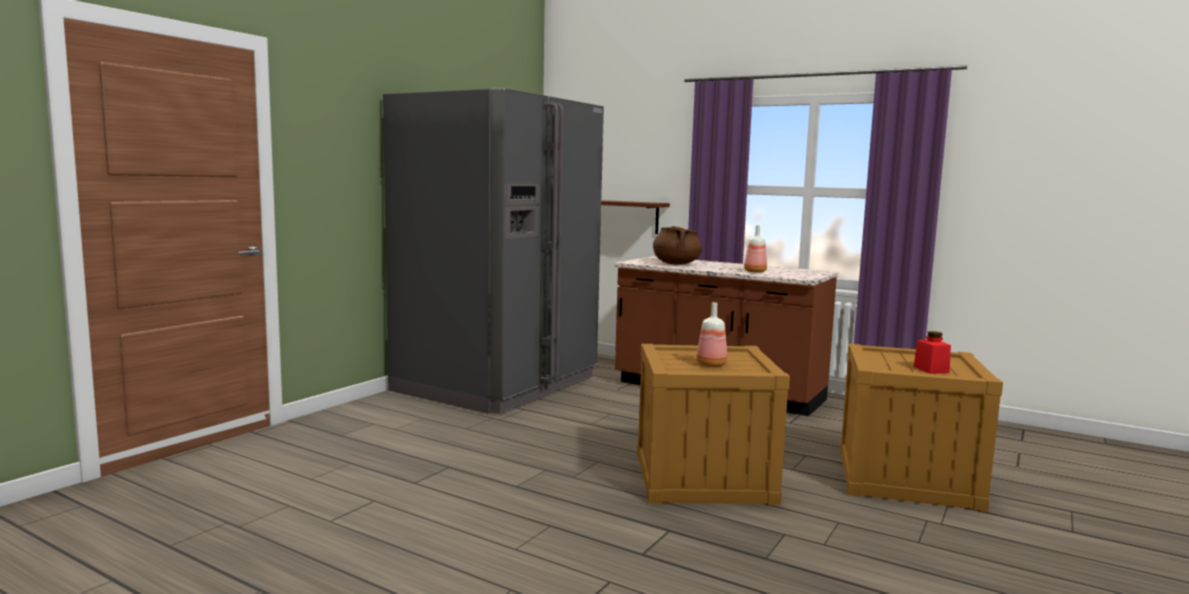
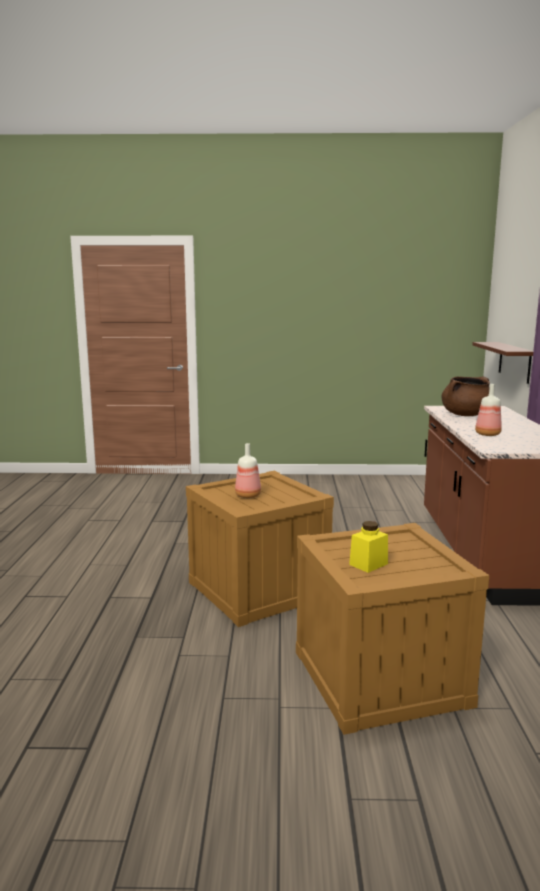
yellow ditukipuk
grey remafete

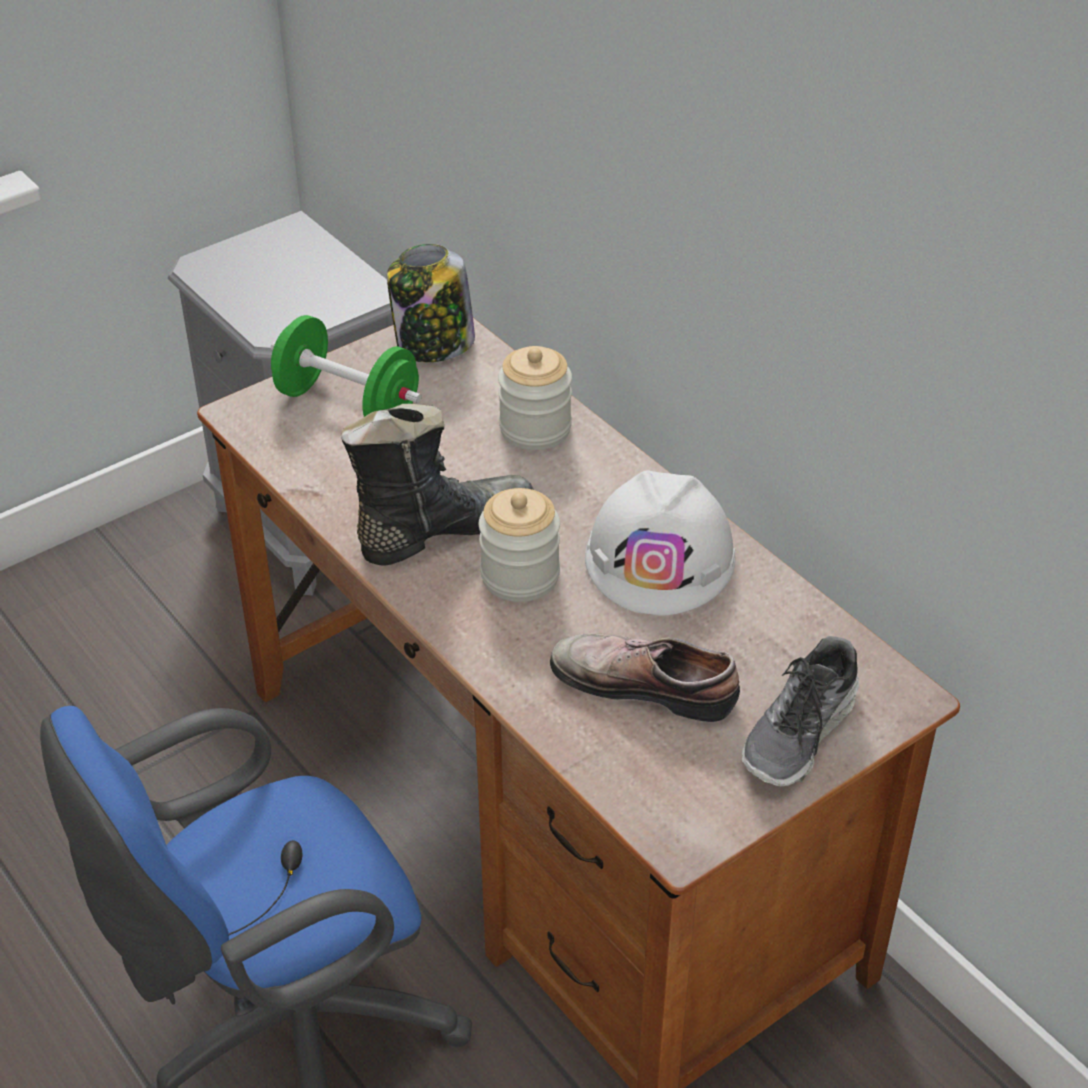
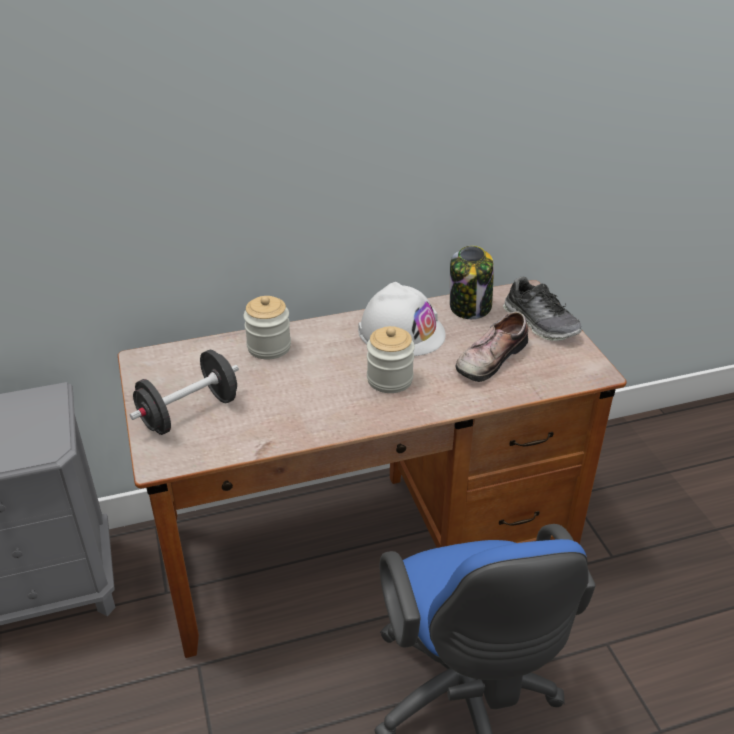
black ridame
ditukipuk (3rd from left)
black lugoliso

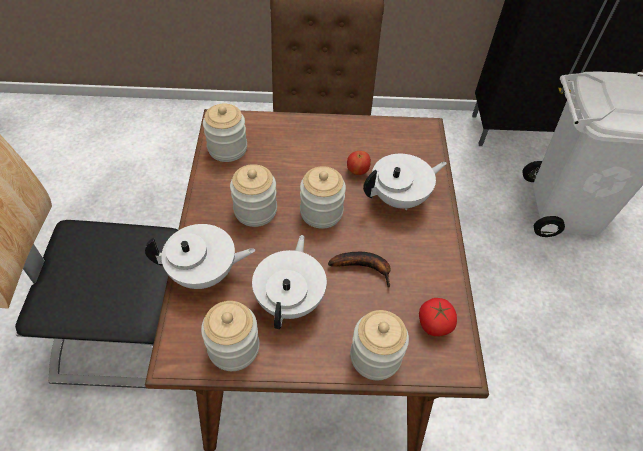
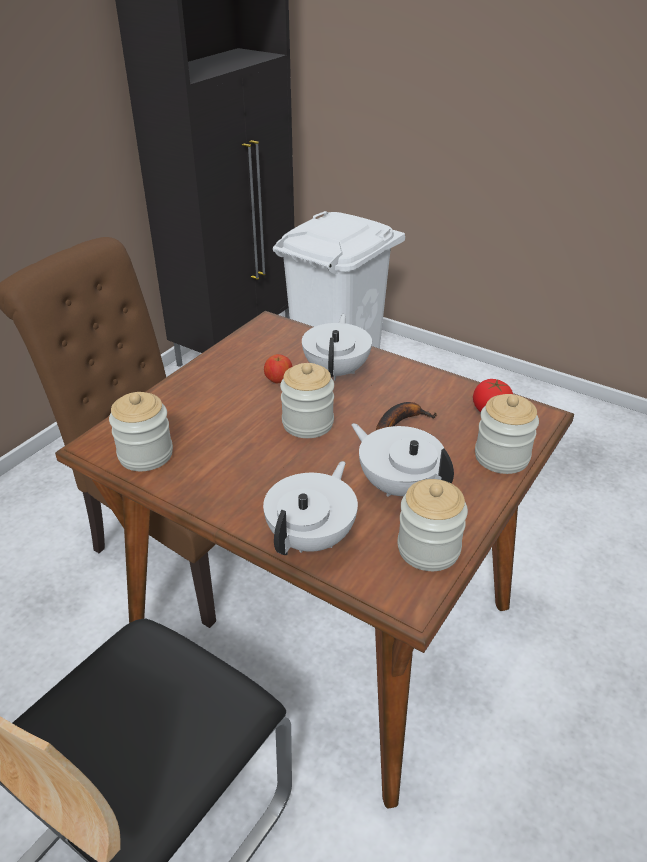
ditukipuk (3rd from left in the first image)

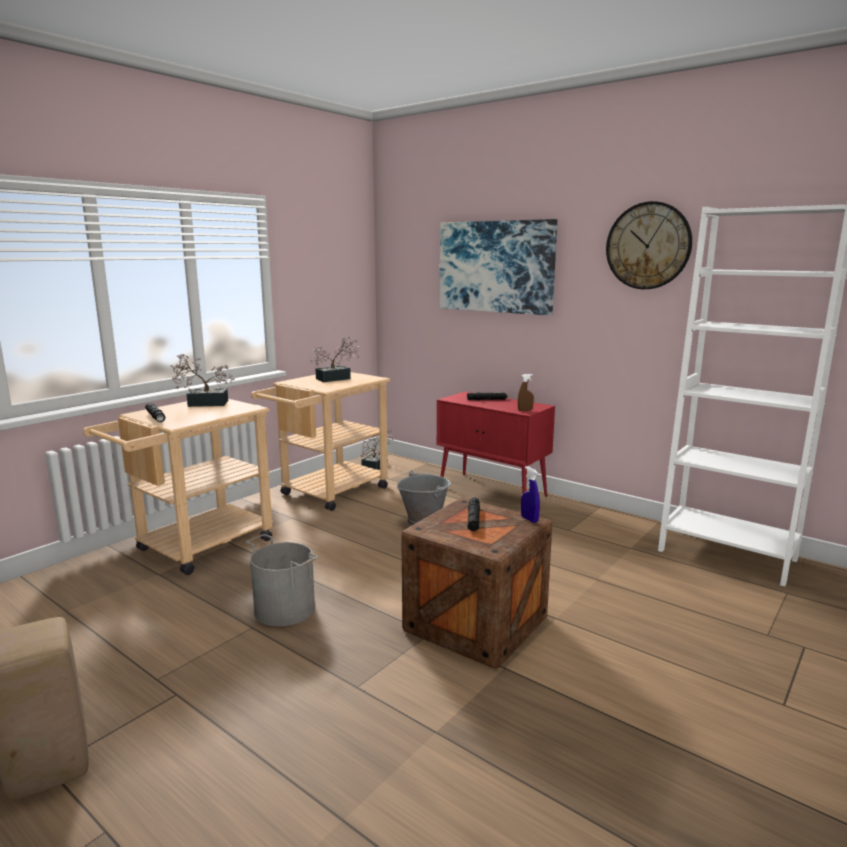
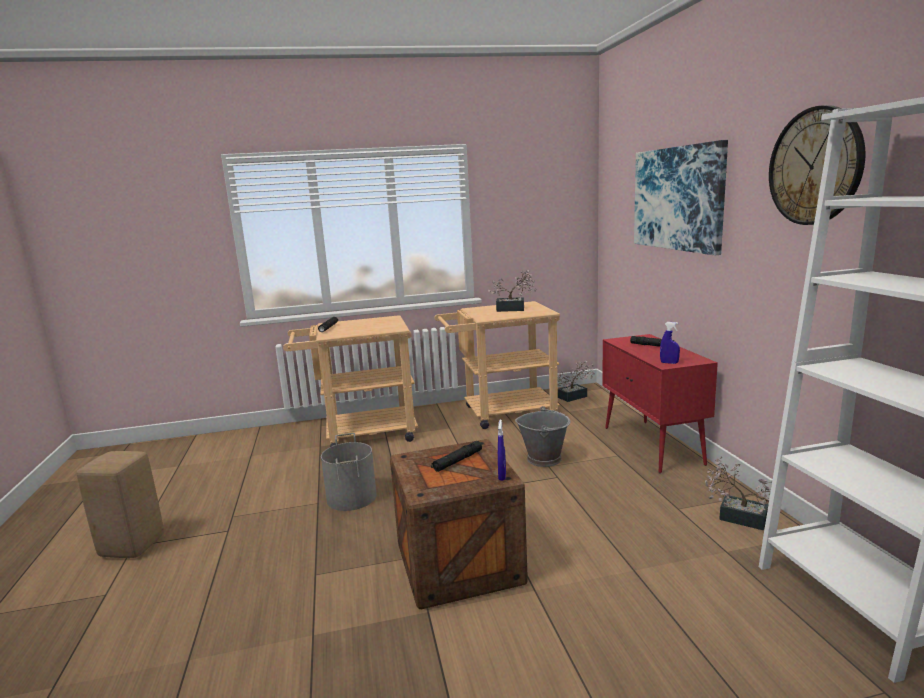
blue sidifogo (2nd from left)
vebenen (3rd from left)

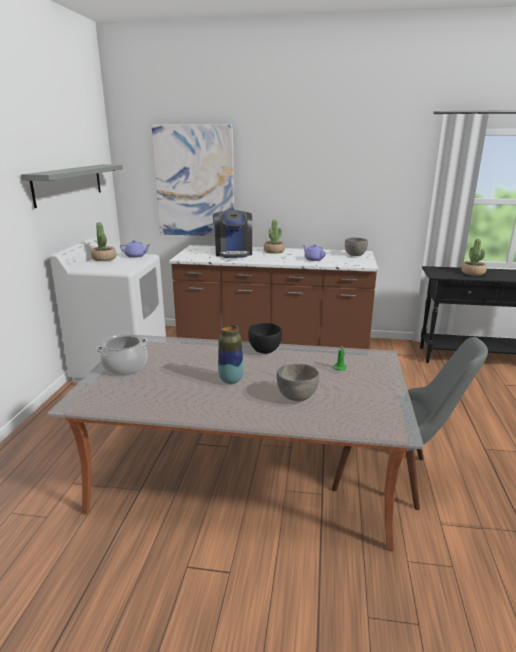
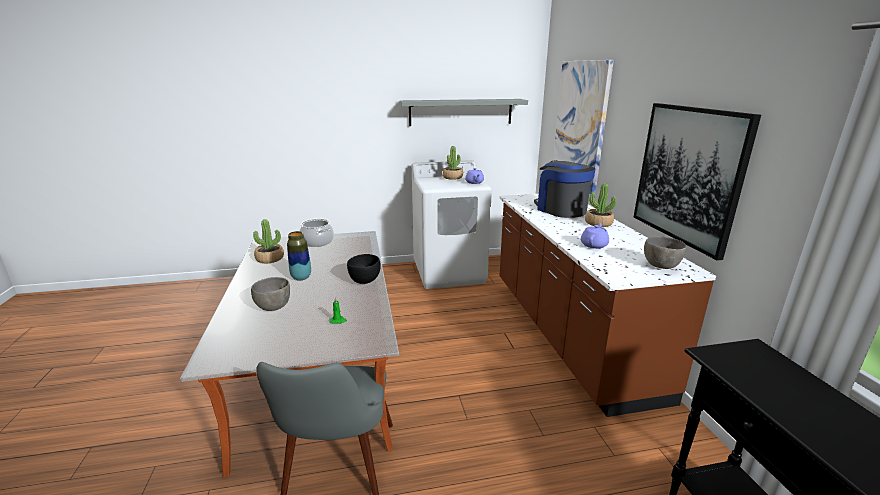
vebenen (1st from left)
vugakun
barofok (2nd from left)

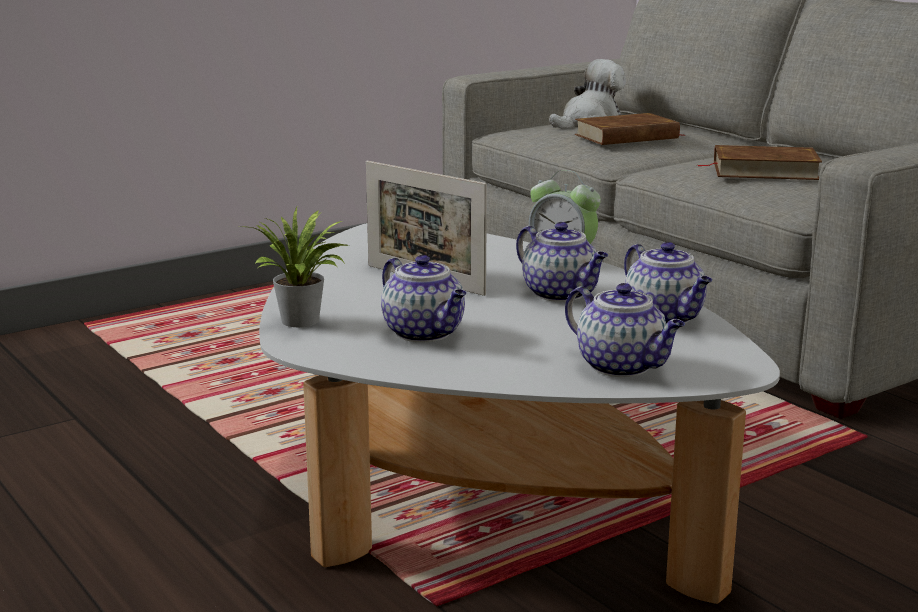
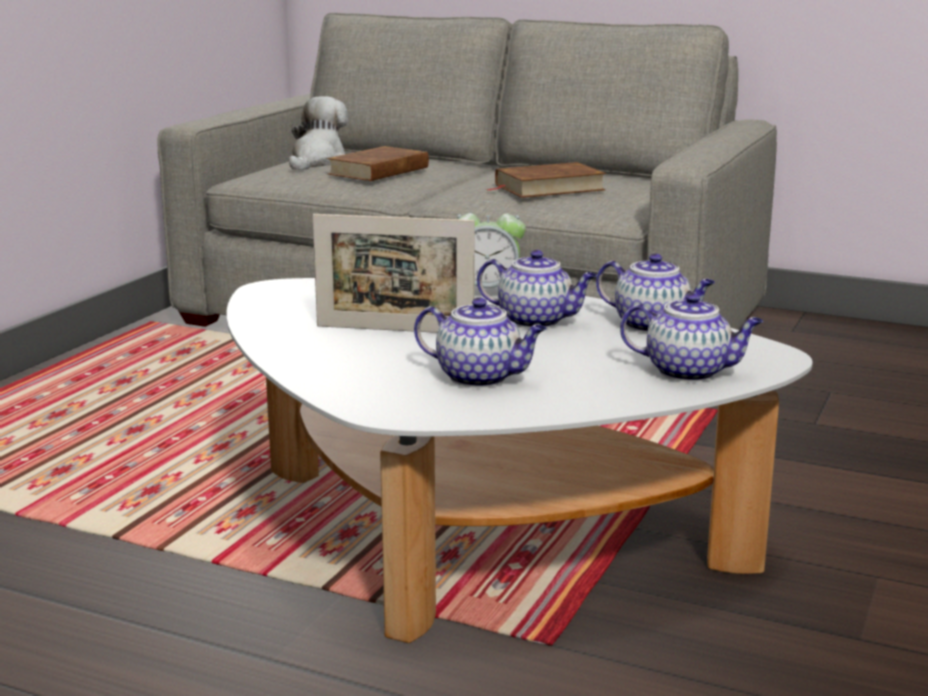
vebenen

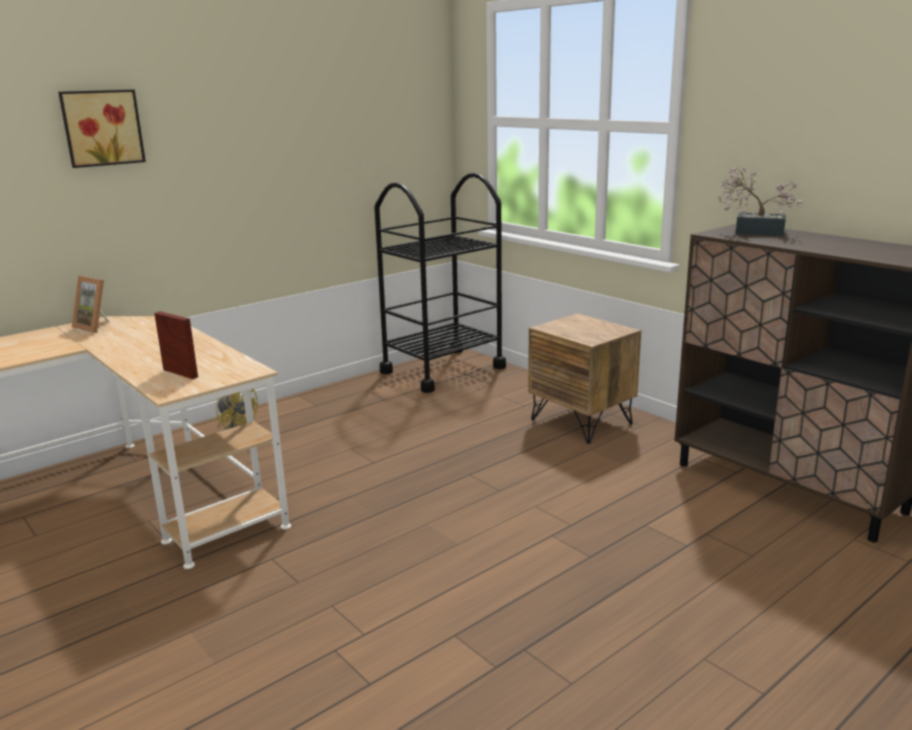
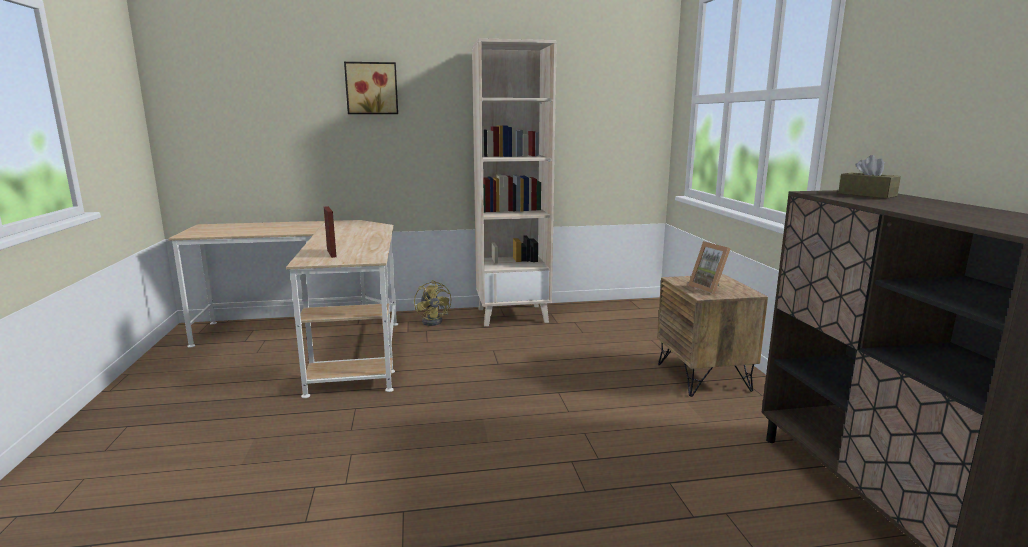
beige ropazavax
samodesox (2nd from left)
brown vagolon
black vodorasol

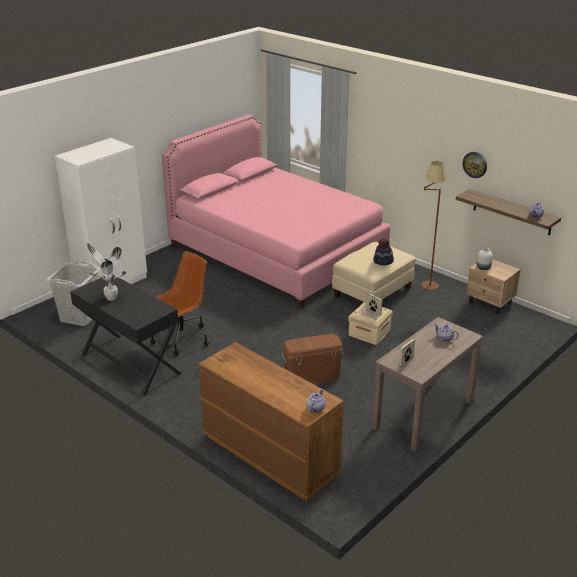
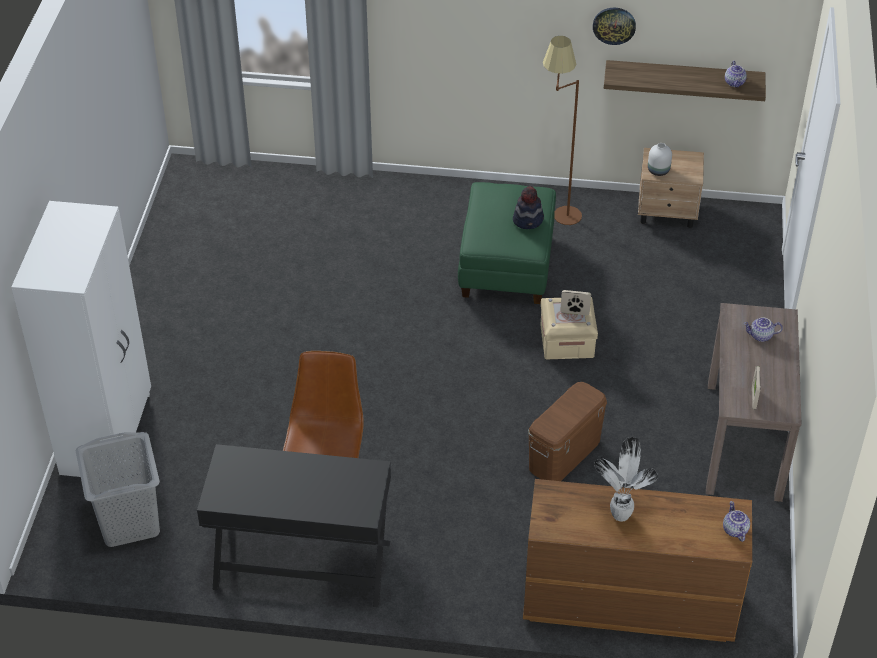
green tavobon
vebenen
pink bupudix

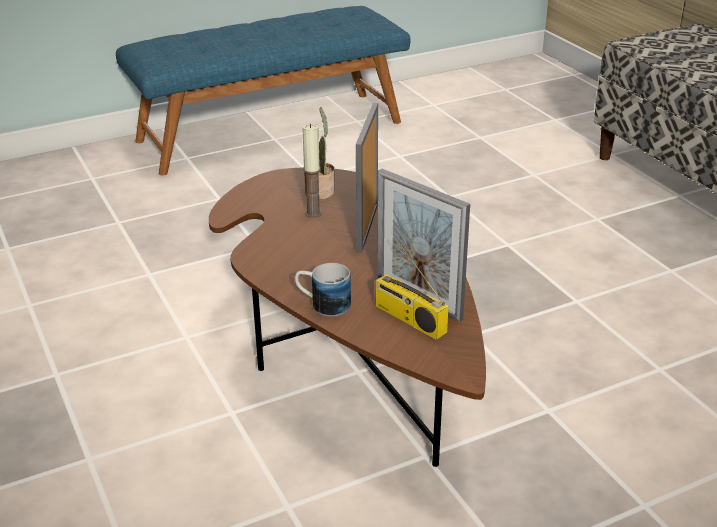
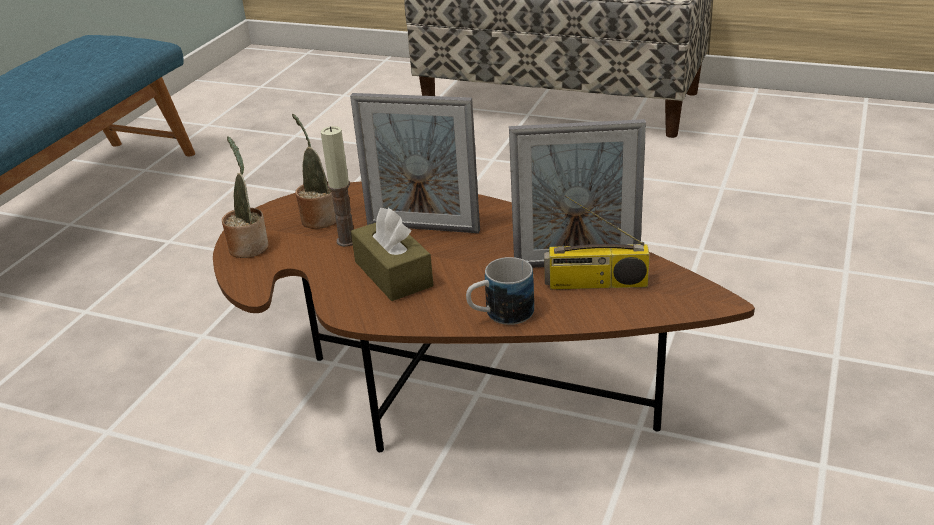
vebenen (1st from left)
samodesox (1st from left)
brown vagolon

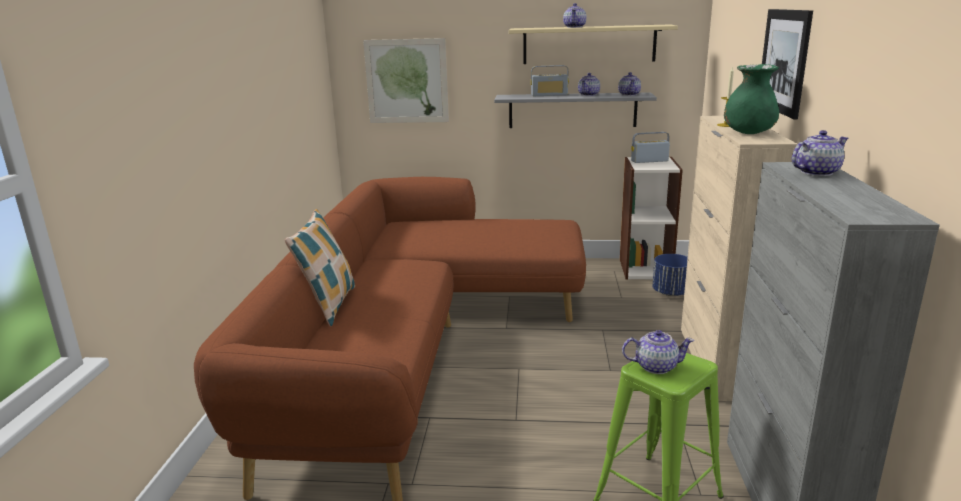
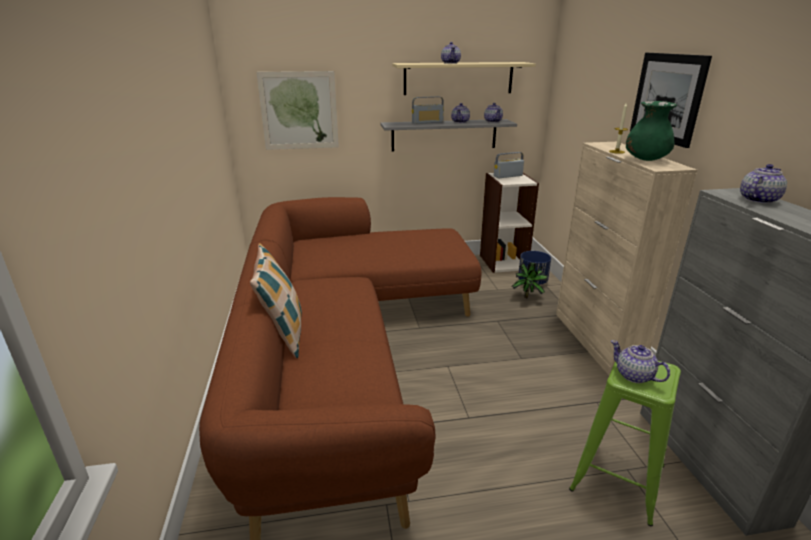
vebenen
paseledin (4th from left)

